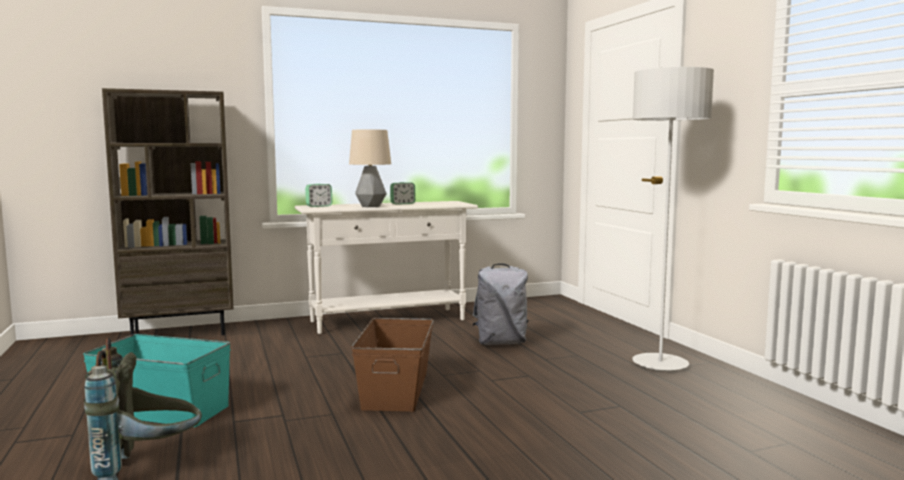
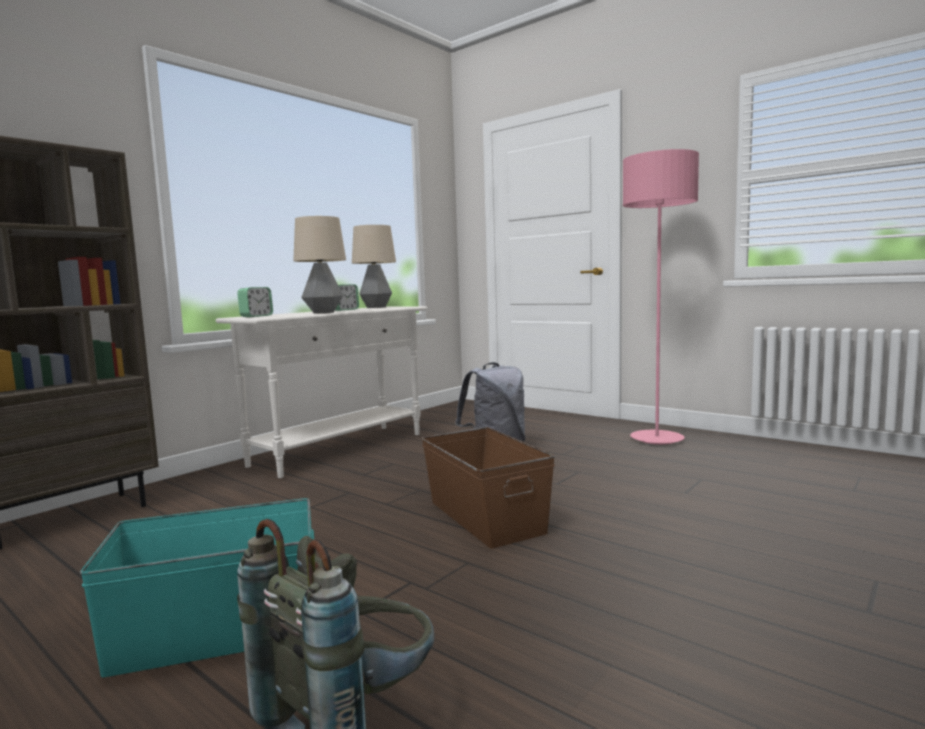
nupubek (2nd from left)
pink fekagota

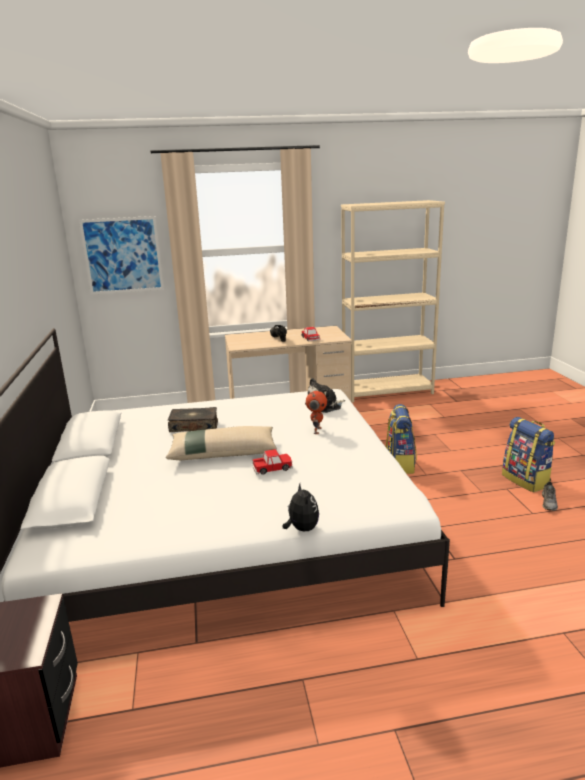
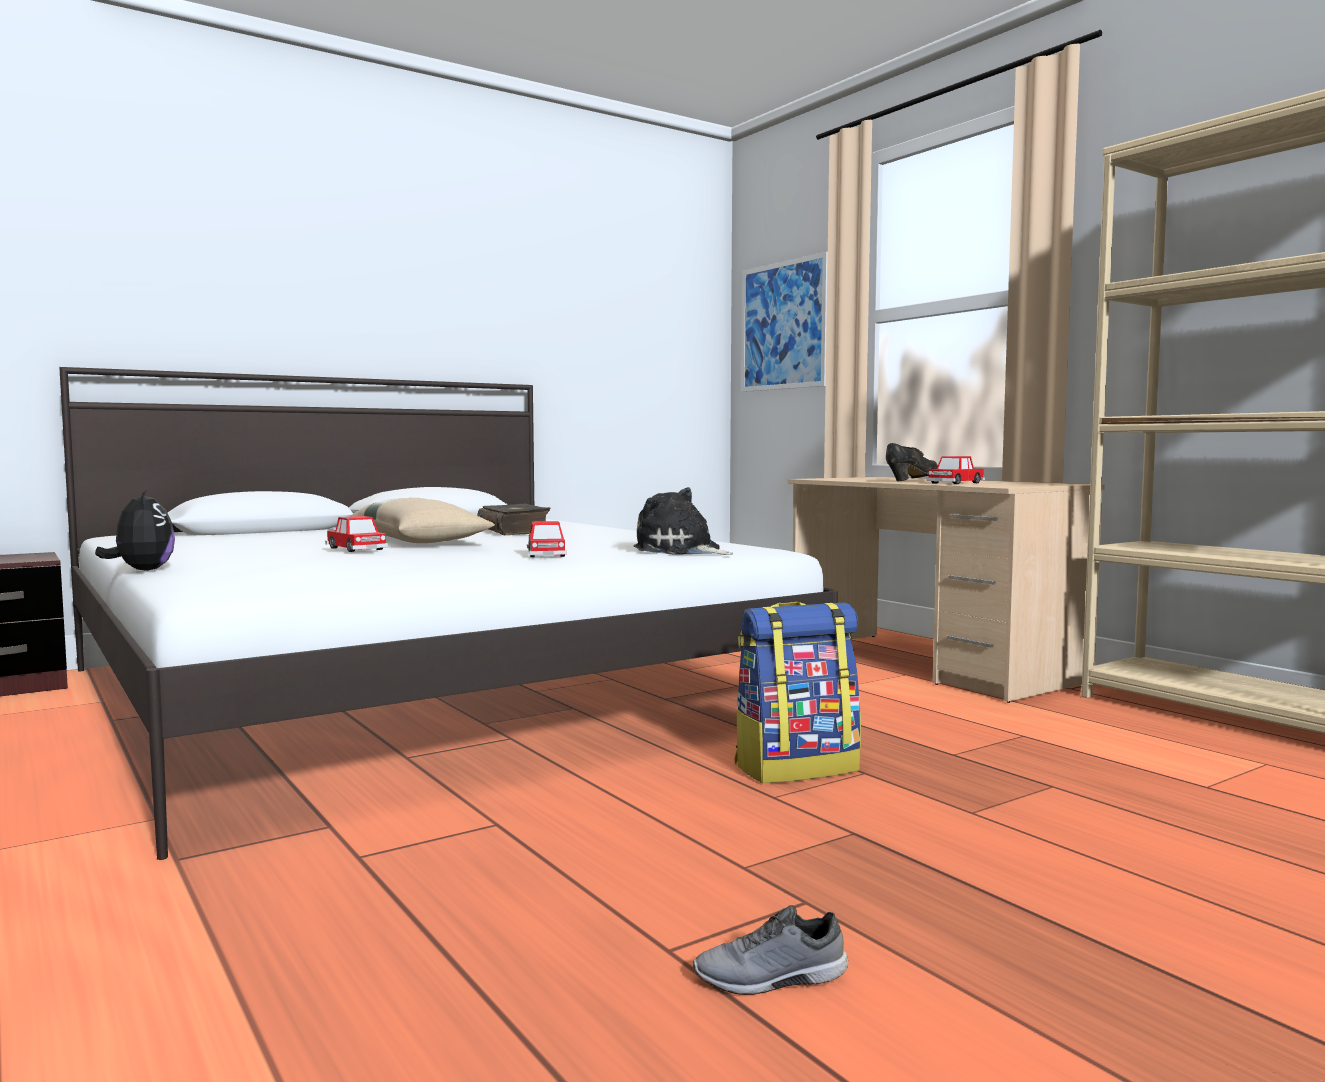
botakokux (1st from left)
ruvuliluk (2nd from left)
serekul (2nd from left in the first image)

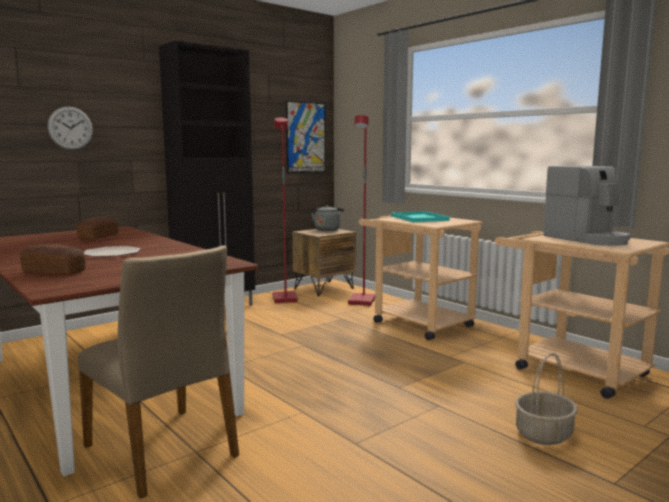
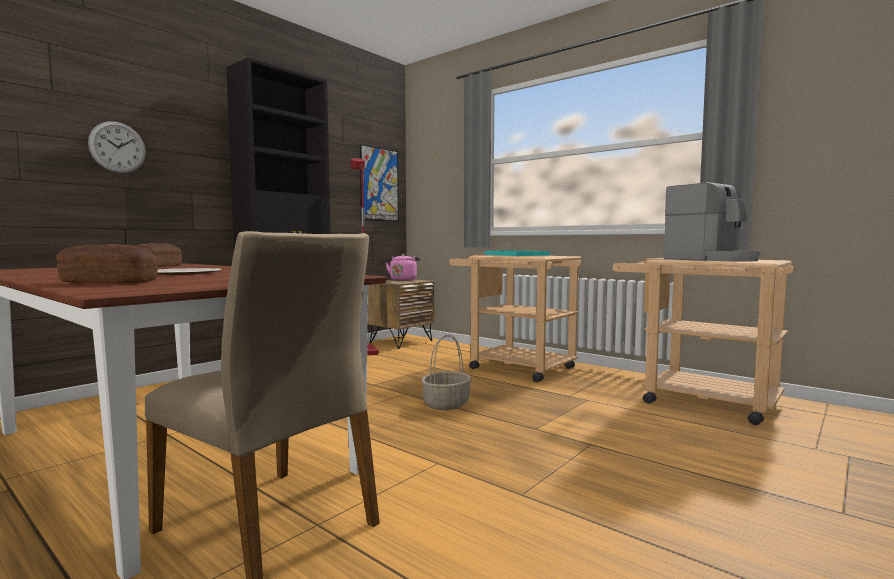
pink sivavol
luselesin
red fekagota (2nd from left in the first image)

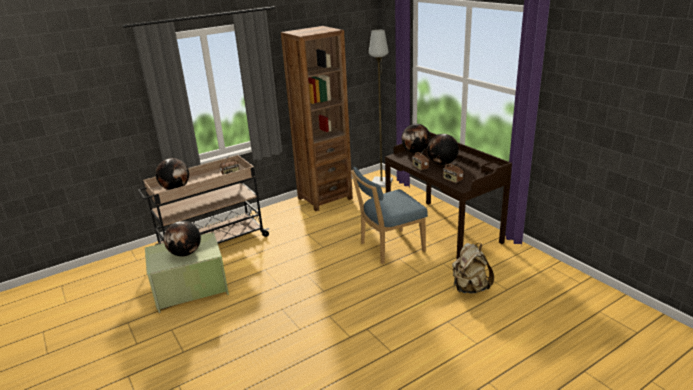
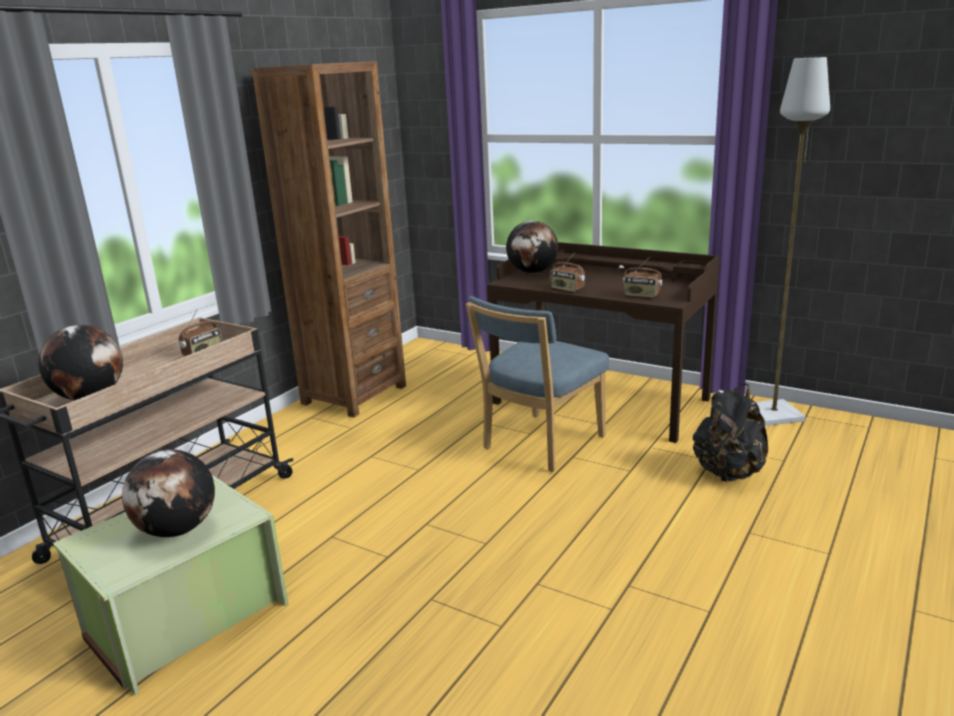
black serekul
grey fekagota
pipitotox (4th from left in the first image)

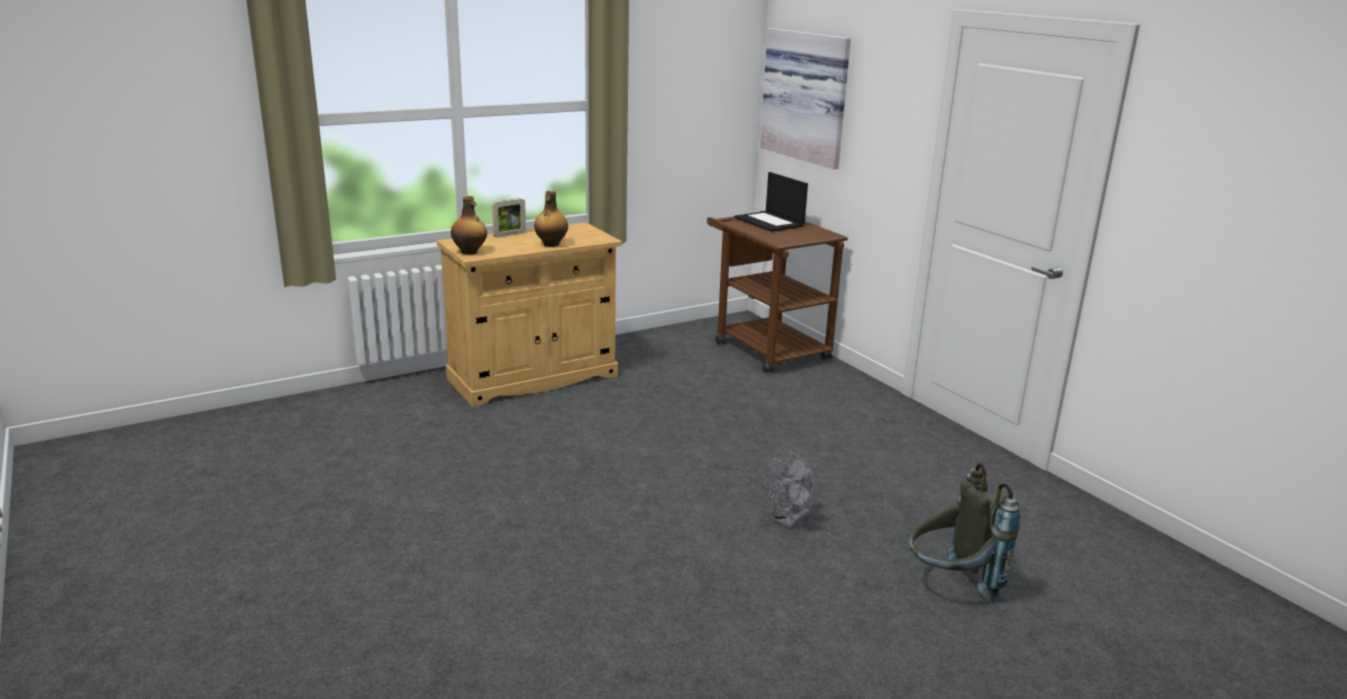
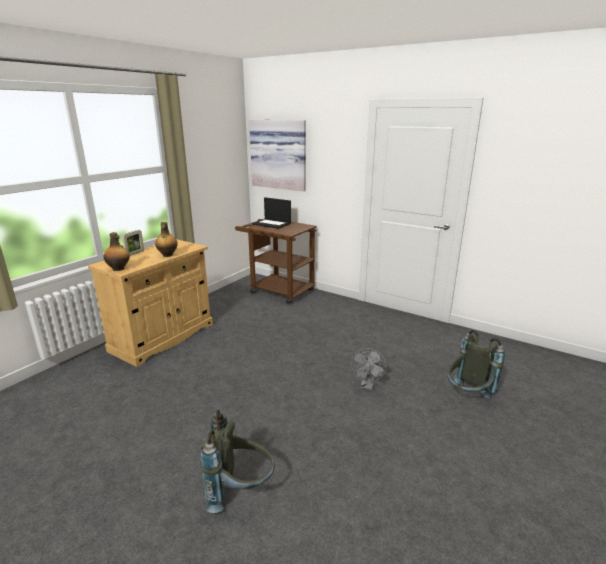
grey serekul (1st from left)

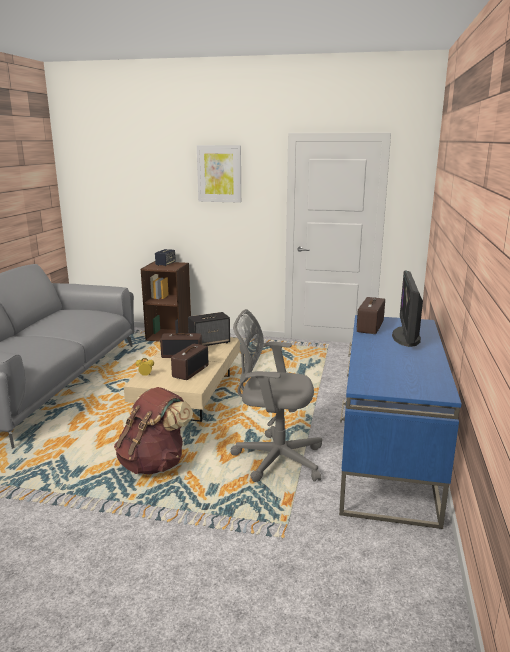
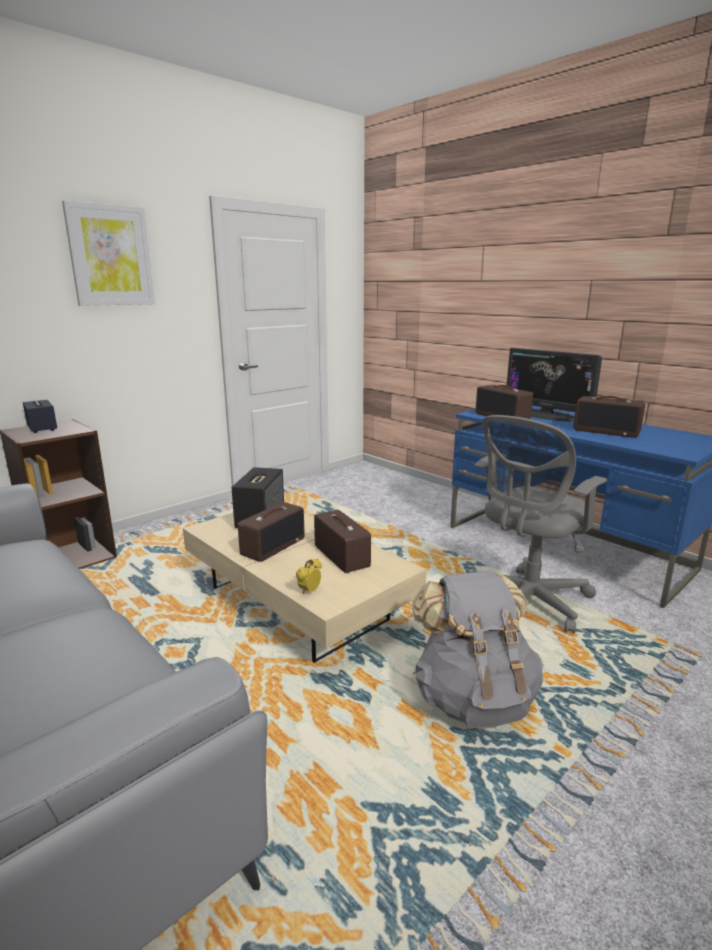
grey serekul
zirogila (4th from left)

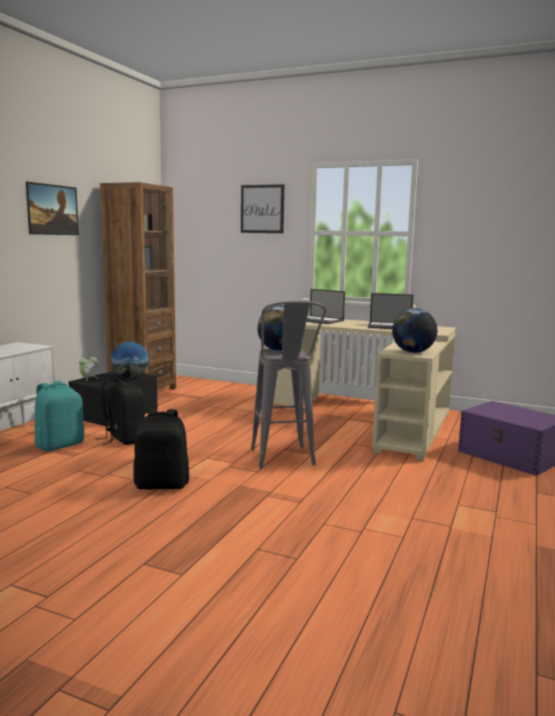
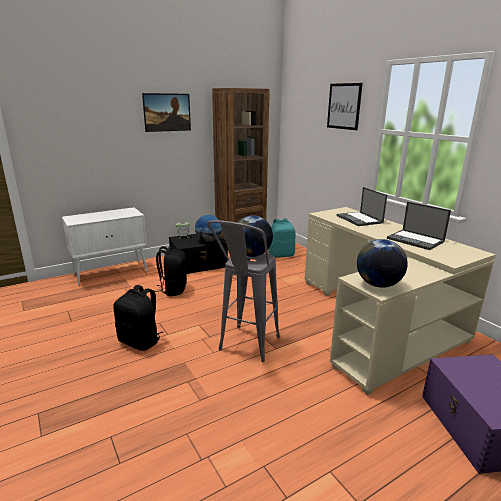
turquoise serekul

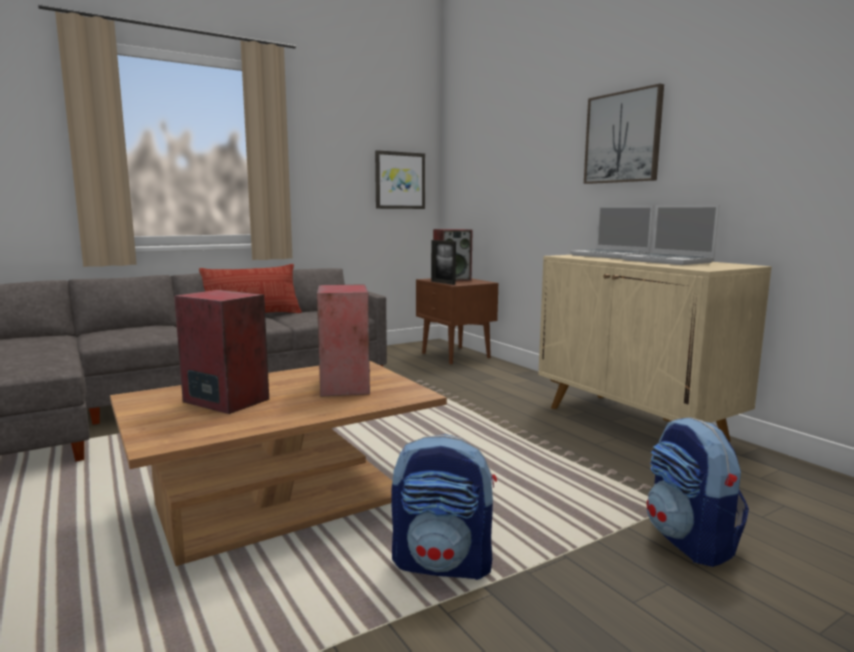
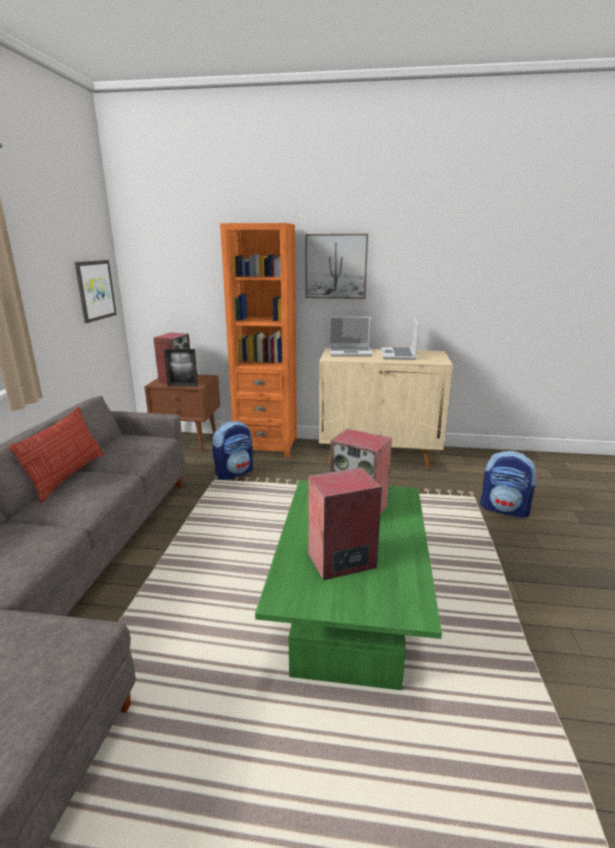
serekul (1st from left)
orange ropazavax
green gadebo
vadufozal (2nd from left)

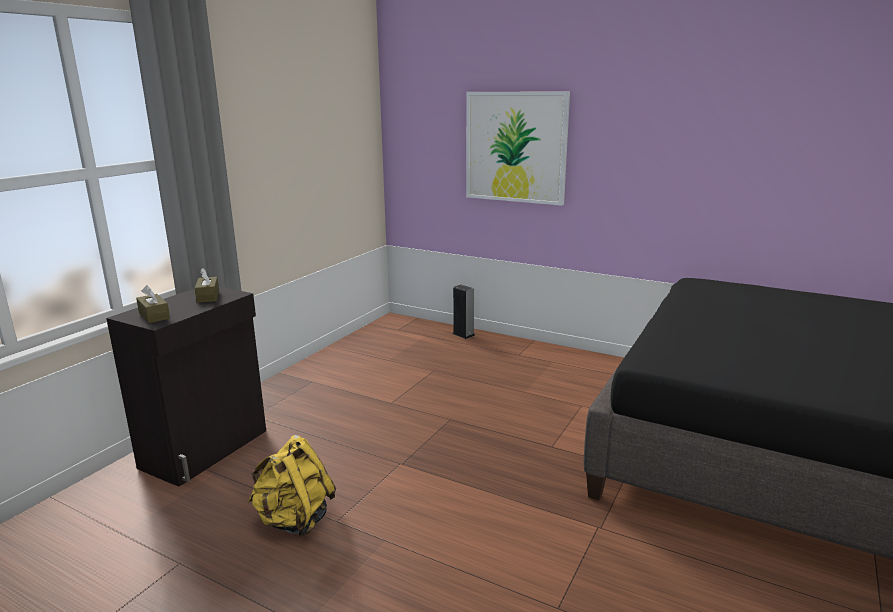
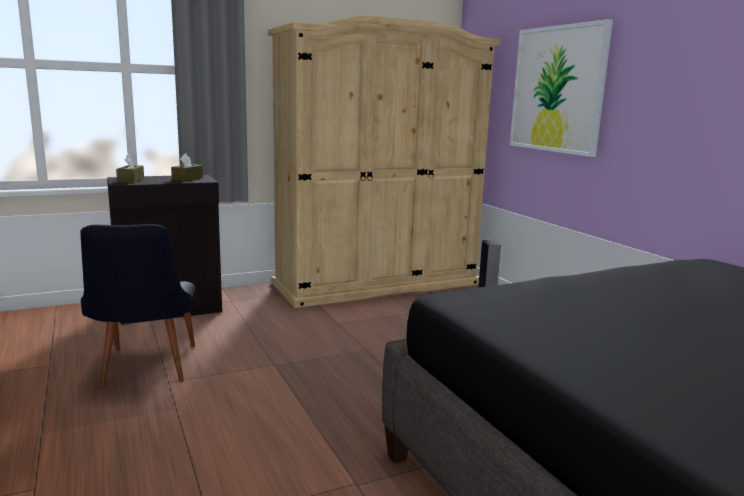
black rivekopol
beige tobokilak

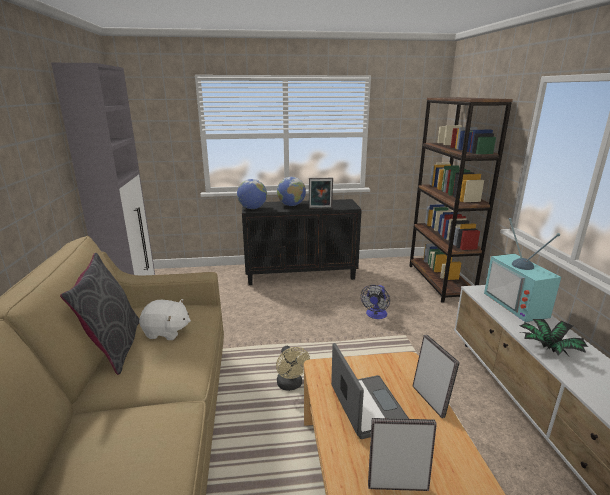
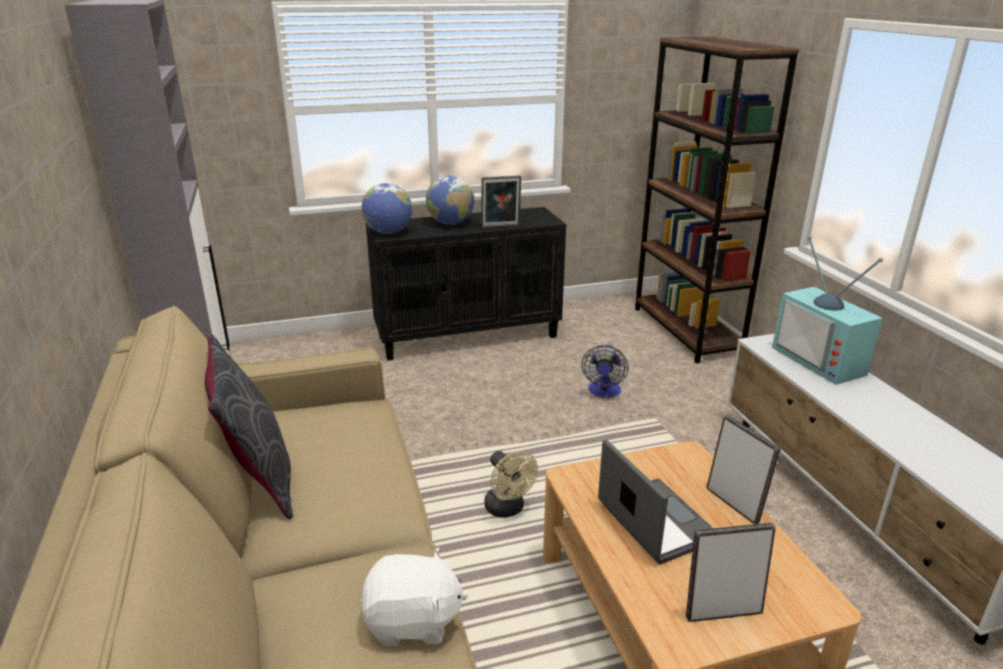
white botakokux
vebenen

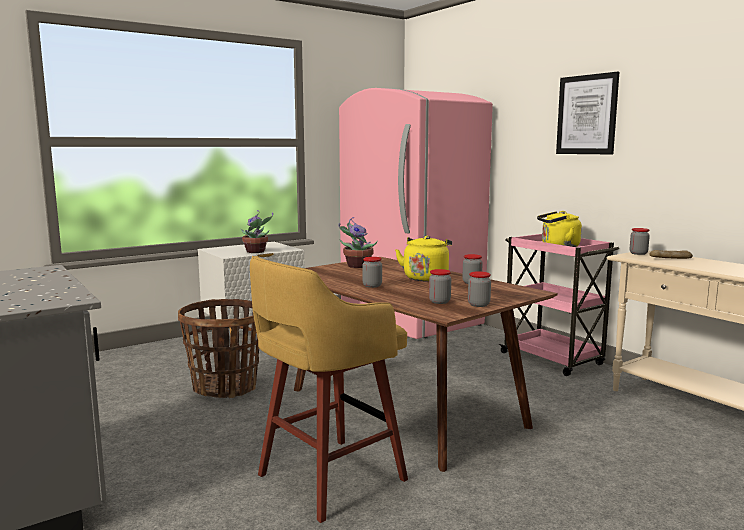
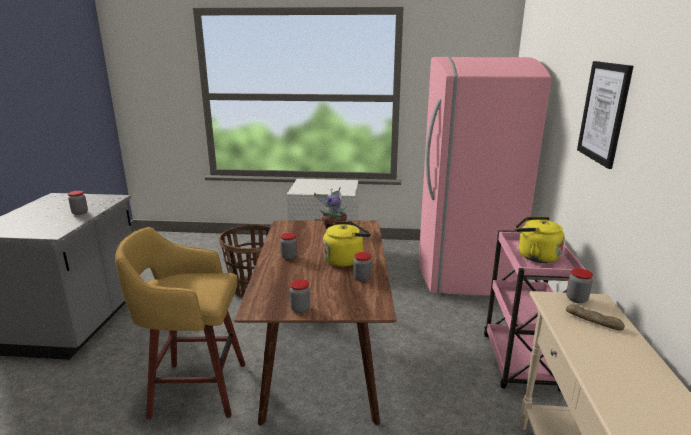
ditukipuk (1st from left)
vebenen (1st from left in the first image)

